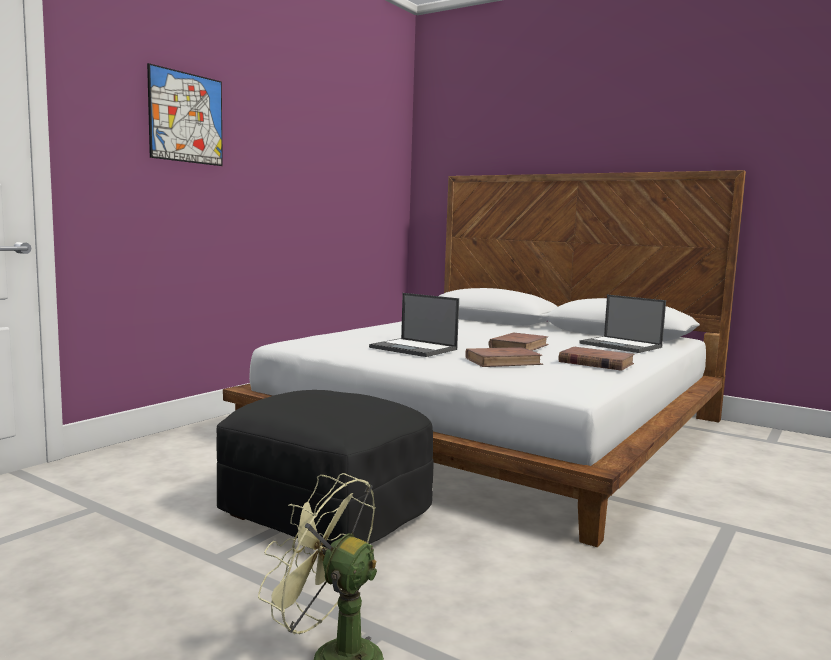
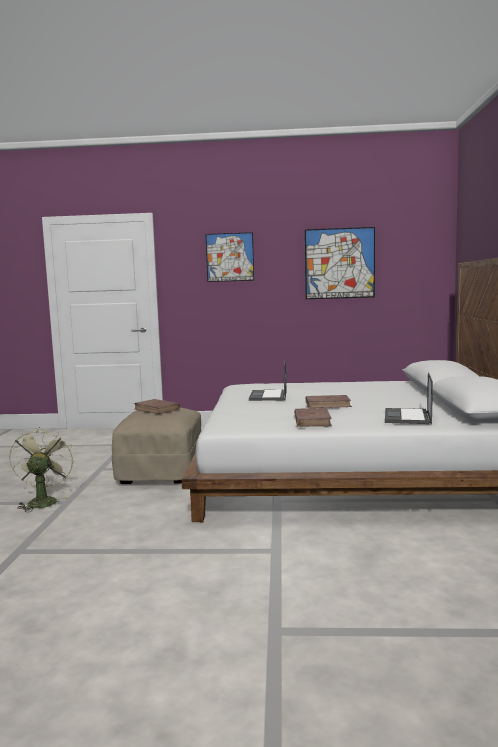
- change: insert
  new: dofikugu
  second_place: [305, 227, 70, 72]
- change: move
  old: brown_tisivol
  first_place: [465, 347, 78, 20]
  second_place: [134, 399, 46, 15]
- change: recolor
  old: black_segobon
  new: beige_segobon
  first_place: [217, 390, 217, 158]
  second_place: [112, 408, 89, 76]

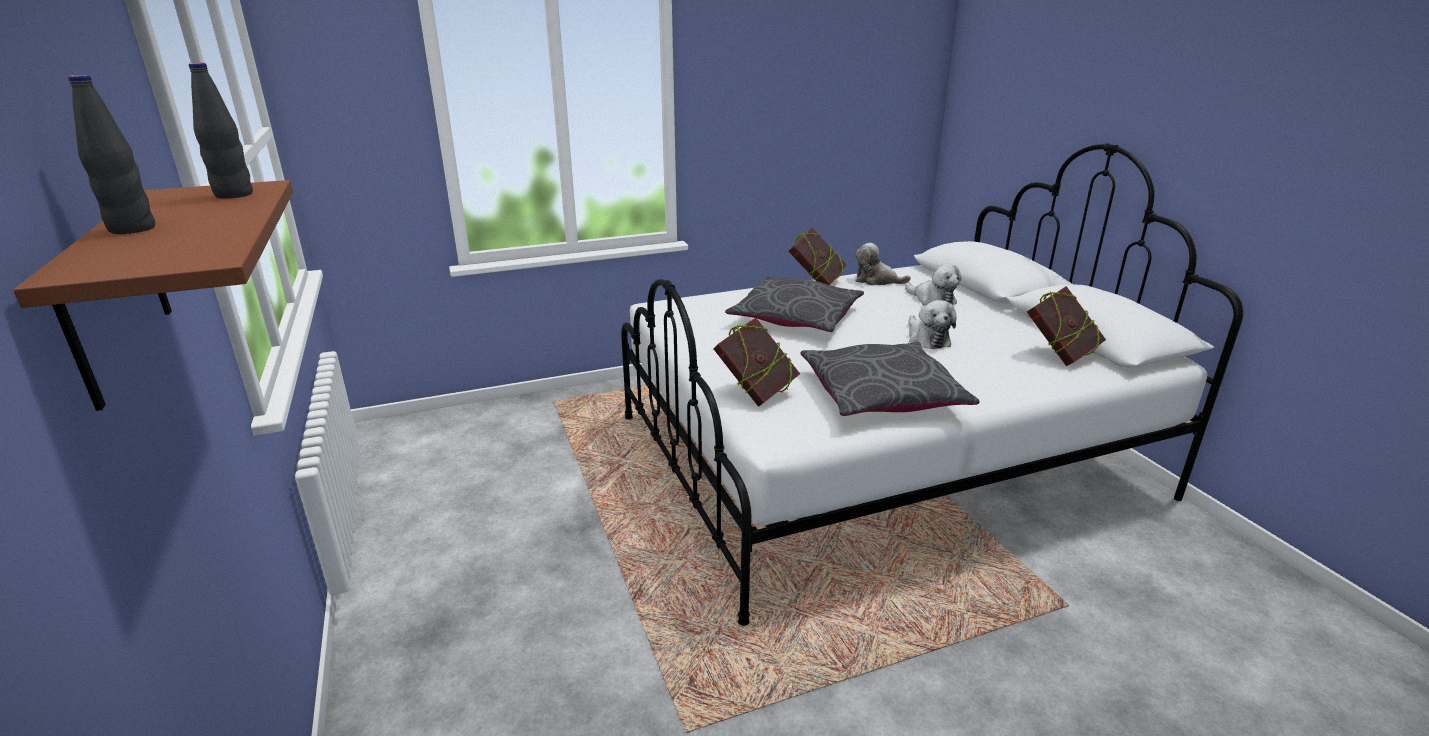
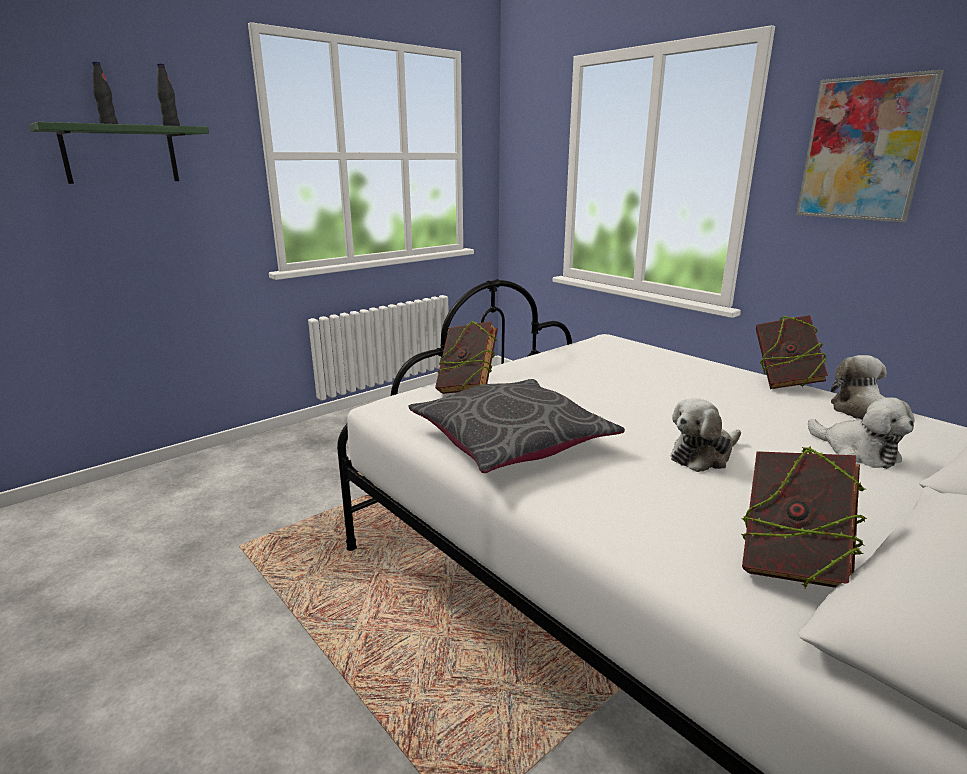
- change: delete
  old: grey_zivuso
  first_place: [725, 276, 139, 56]
- change: insert
  new: dofikugu
  second_place: [796, 70, 148, 153]
- change: recolor
  old: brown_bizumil
  new: green_bizumil
  first_place: [13, 180, 280, 231]
  second_place: [29, 122, 180, 62]
- change: rotate
  old: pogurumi
  first_place: [905, 264, 57, 42]
  second_place: [808, 397, 106, 72]
  degrees: -60

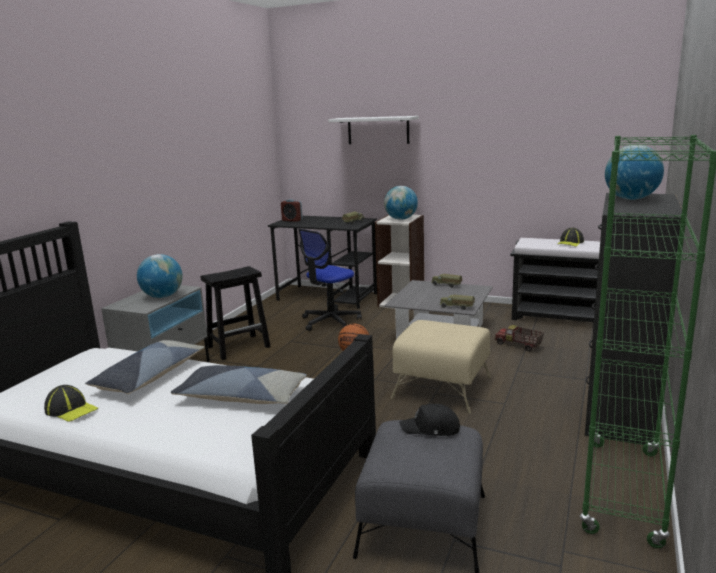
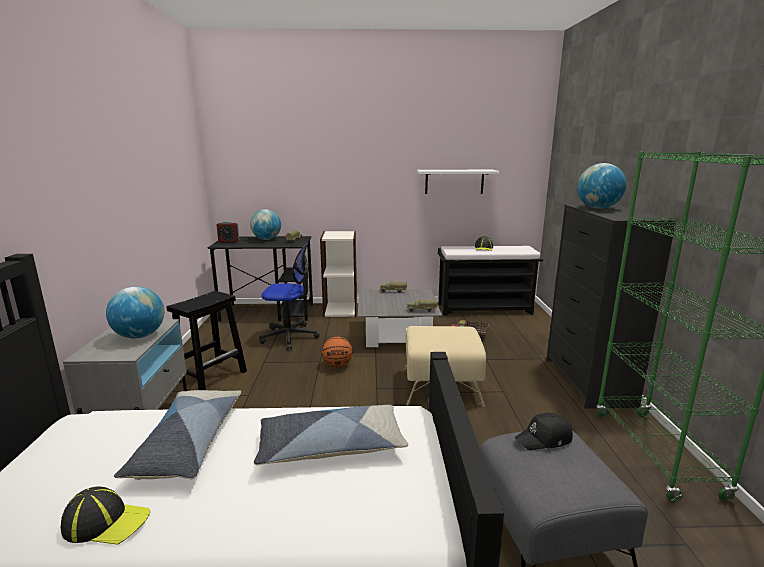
- change: move
  old: white_bizumil
  first_place: [328, 116, 91, 28]
  second_place: [417, 170, 82, 24]
- change: move
  old: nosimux
  first_place: [384, 186, 34, 34]
  second_place: [250, 209, 31, 31]
- change: rotate
  old: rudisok
  first_place: [298, 229, 64, 102]
  second_place: [259, 243, 61, 107]
  degrees: -105

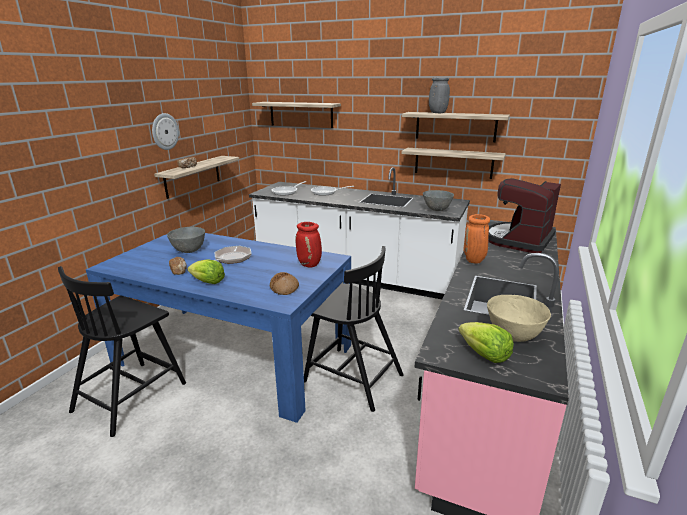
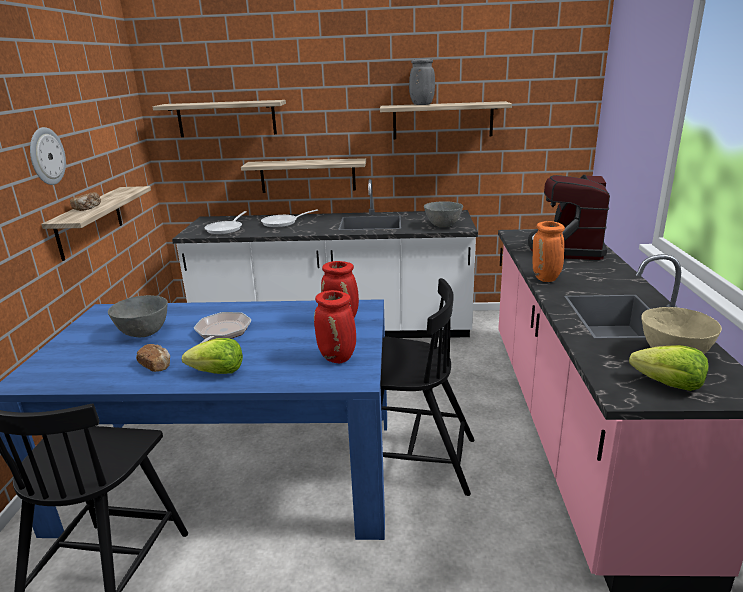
- change: move
  old: bizumil
  first_place: [401, 148, 105, 31]
  second_place: [241, 158, 125, 35]
- change: replace
  old: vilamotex
  new: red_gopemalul
  first_place: [270, 272, 29, 23]
  second_place: [314, 290, 42, 73]

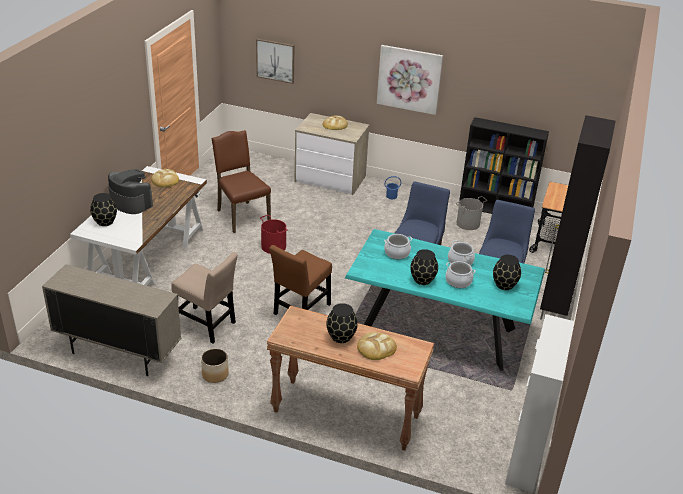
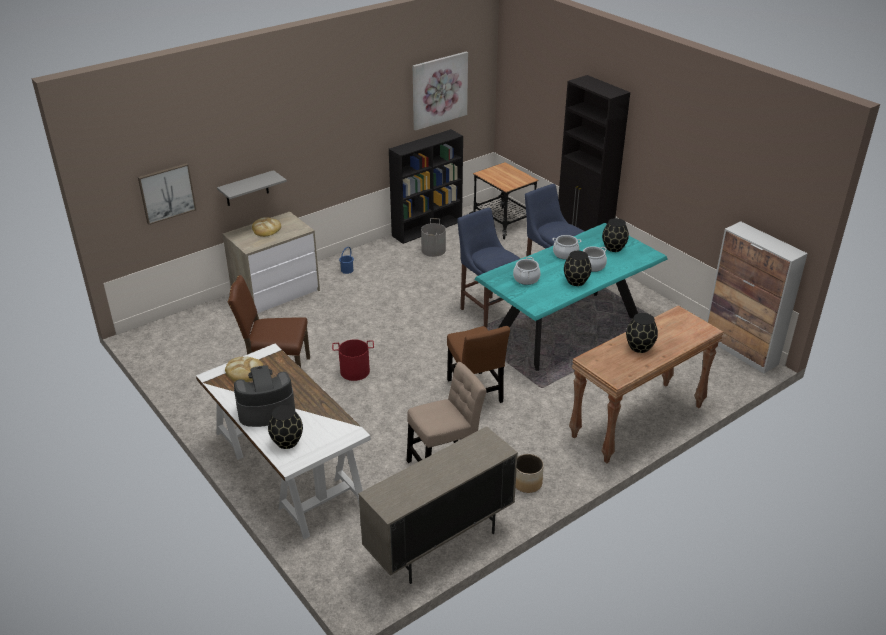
- change: delete
  old: vilamotex
  first_place: [357, 332, 40, 28]
- change: insert
  new: grey_bizumil
  second_place: [217, 170, 70, 36]
- change: move
  old: dofikugu
  first_place: [377, 45, 66, 70]
  second_place: [413, 52, 55, 79]

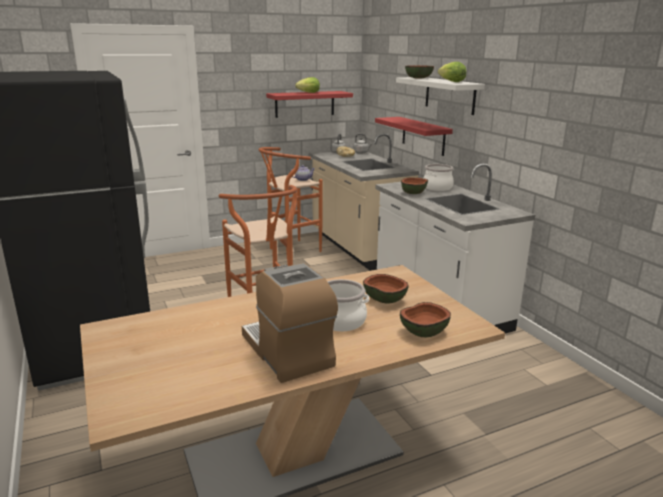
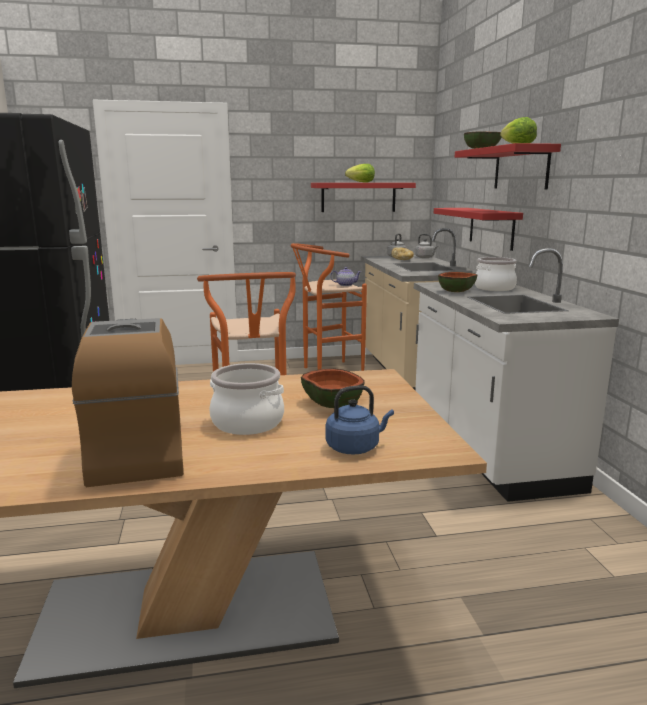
- change: replace
  old: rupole
  new: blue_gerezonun
  first_place: [400, 302, 51, 36]
  second_place: [326, 385, 68, 69]
- change: recolor
  old: white_bizumil
  new: red_bizumil
  first_place: [396, 77, 89, 38]
  second_place: [455, 143, 106, 46]

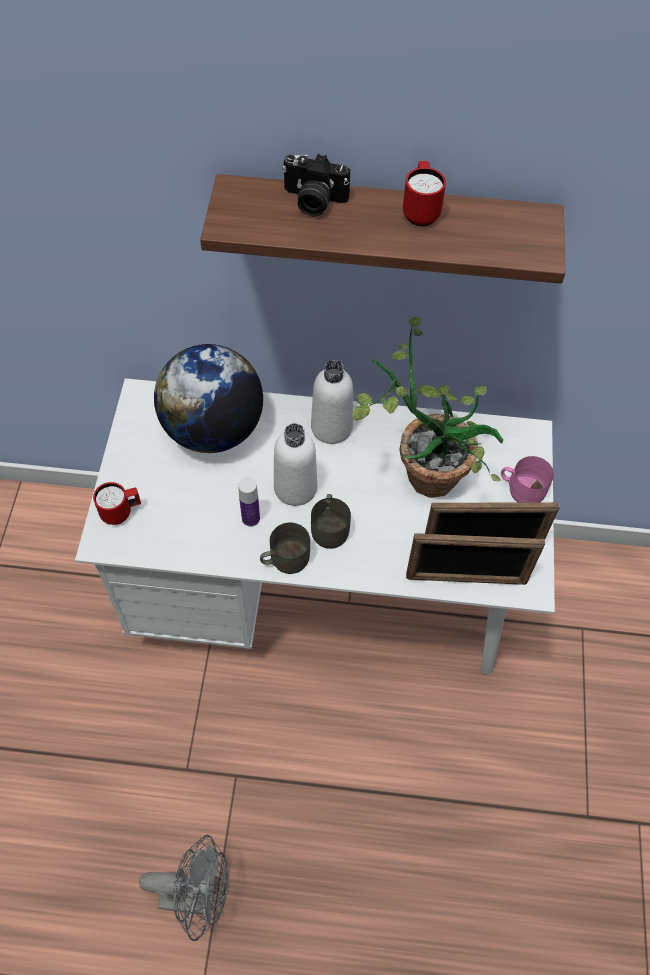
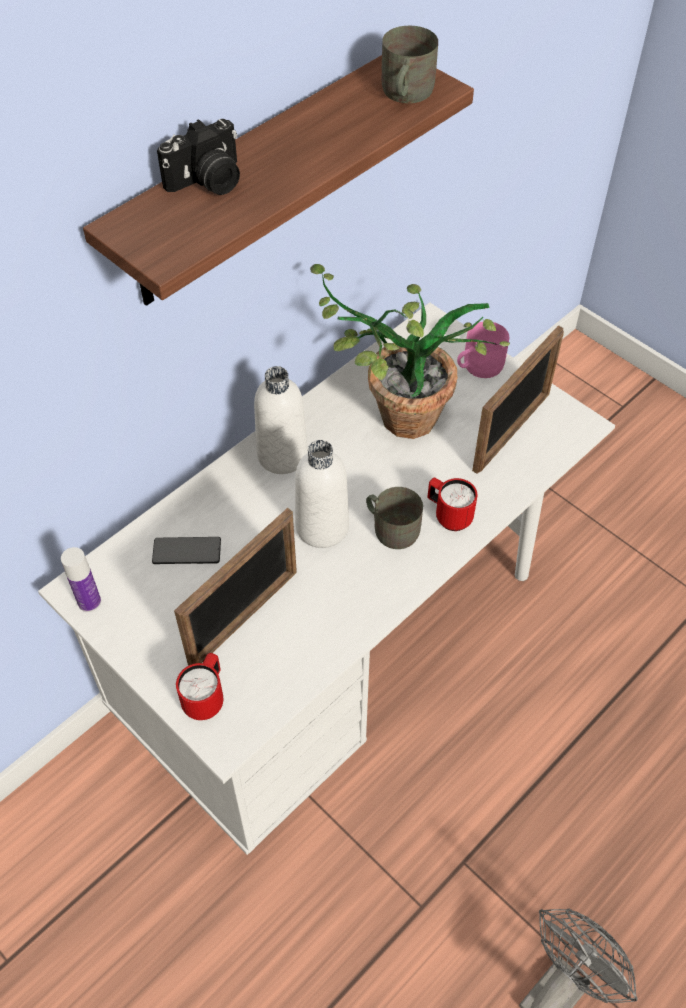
- change: move
  old: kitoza
  first_place: [238, 477, 22, 50]
  second_place: [61, 547, 40, 65]
- change: move
  old: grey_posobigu
  first_place: [260, 523, 50, 51]
  second_place: [382, 26, 56, 77]
- change: move
  old: red_posobigu
  first_place: [403, 161, 43, 65]
  second_place: [427, 478, 51, 53]
- change: move
  old: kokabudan
  first_place: [406, 533, 139, 52]
  second_place: [174, 508, 123, 158]
- change: replace
  old: nosimux
  new: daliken
  first_place: [154, 344, 109, 109]
  second_place: [152, 537, 69, 27]

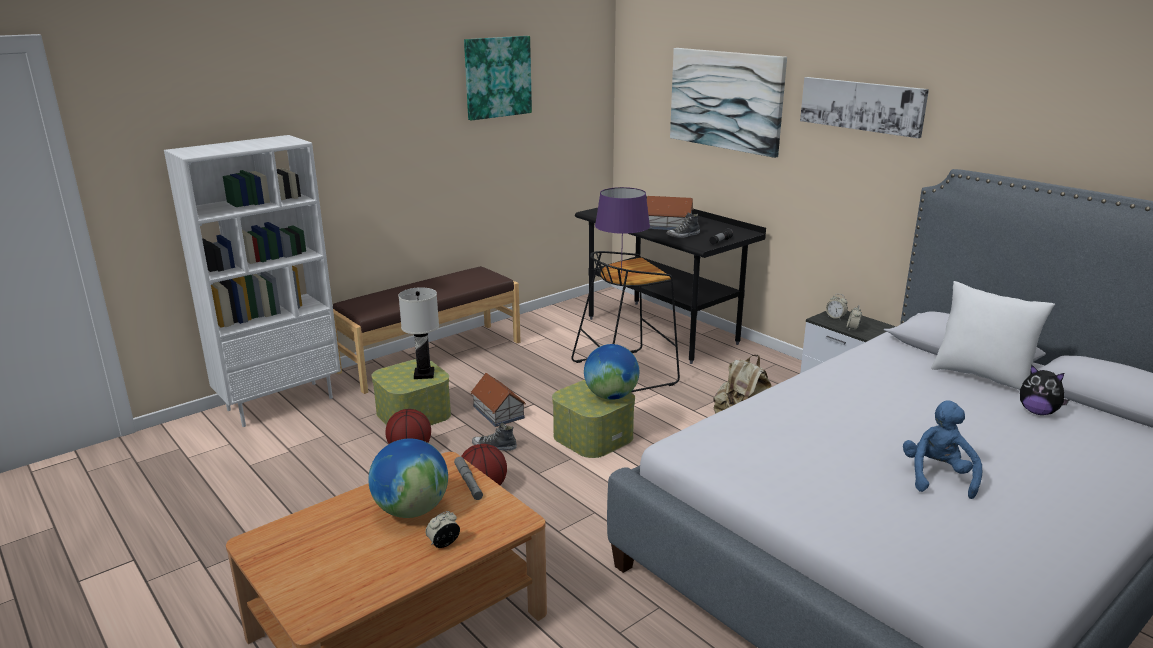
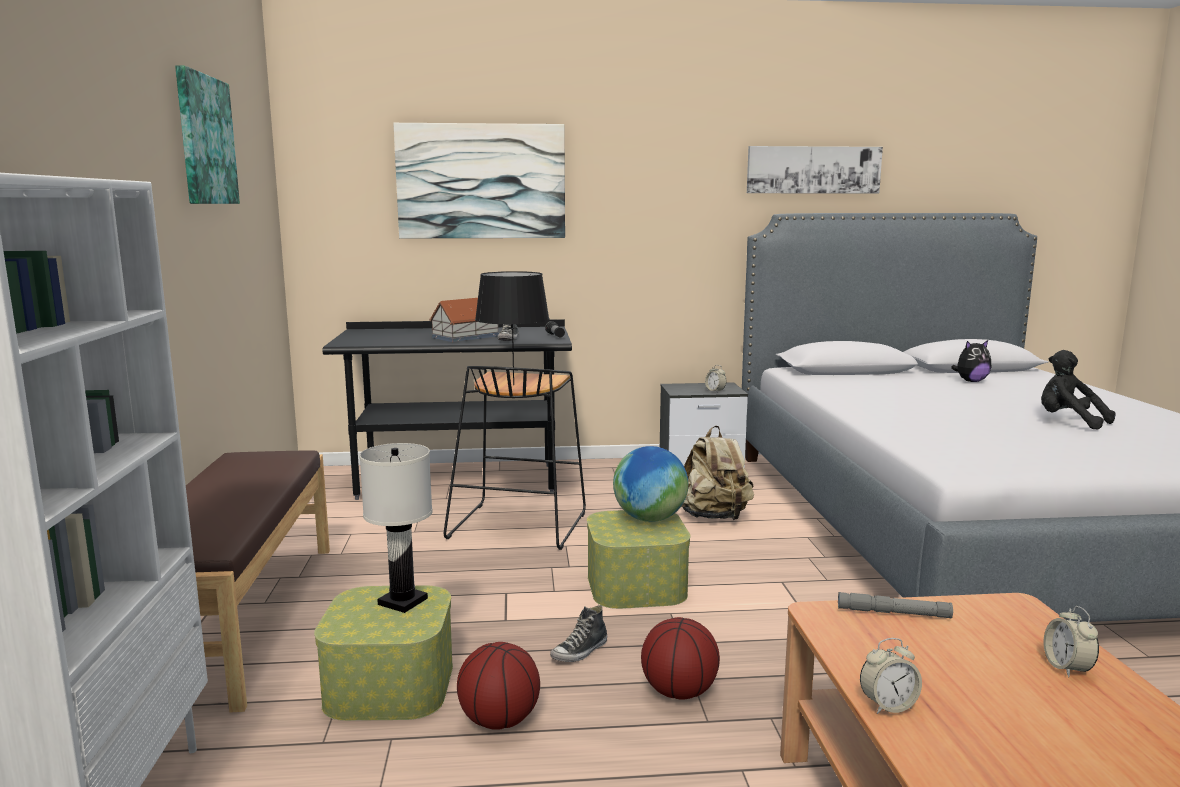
- change: delete
  old: nosimux
  first_place: [368, 438, 80, 80]
- change: delete
  old: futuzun
  first_place: [471, 373, 55, 54]
- change: delete
  old: white_zivuso
  first_place: [931, 281, 124, 109]
- change: move
  old: dofikugu
  first_place: [800, 77, 129, 61]
  second_place: [747, 146, 136, 47]
- change: move
  old: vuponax
  first_place: [826, 294, 22, 26]
  second_place: [860, 638, 62, 76]
- change: recolor
  old: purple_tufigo
  new: black_tufigo
  first_place: [595, 187, 55, 86]
  second_place: [475, 271, 75, 114]
- change: recolor
  old: blue_pogurumi
  new: black_pogurumi
  first_place: [903, 400, 79, 99]
  second_place: [1041, 350, 75, 80]

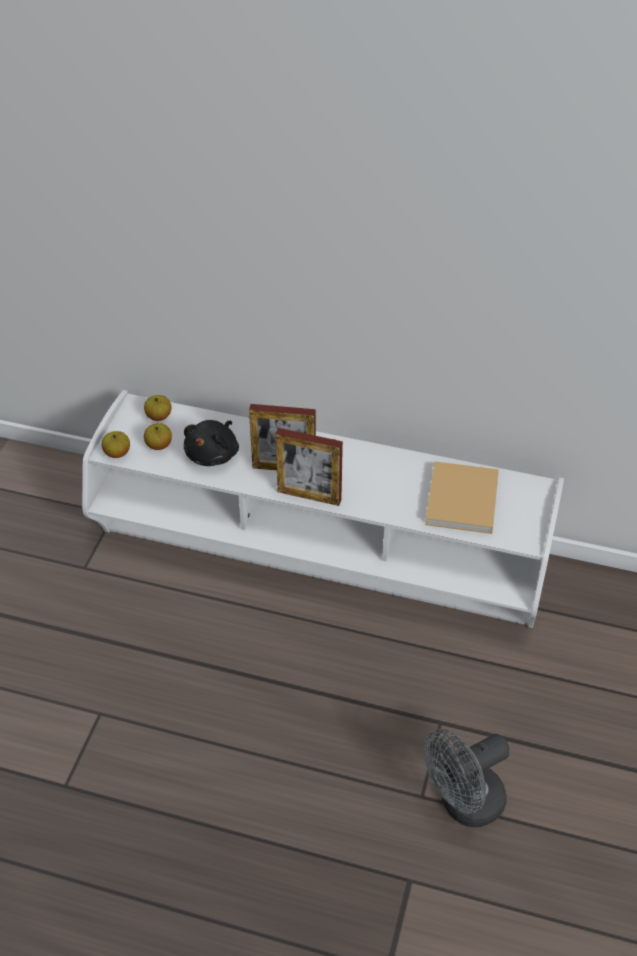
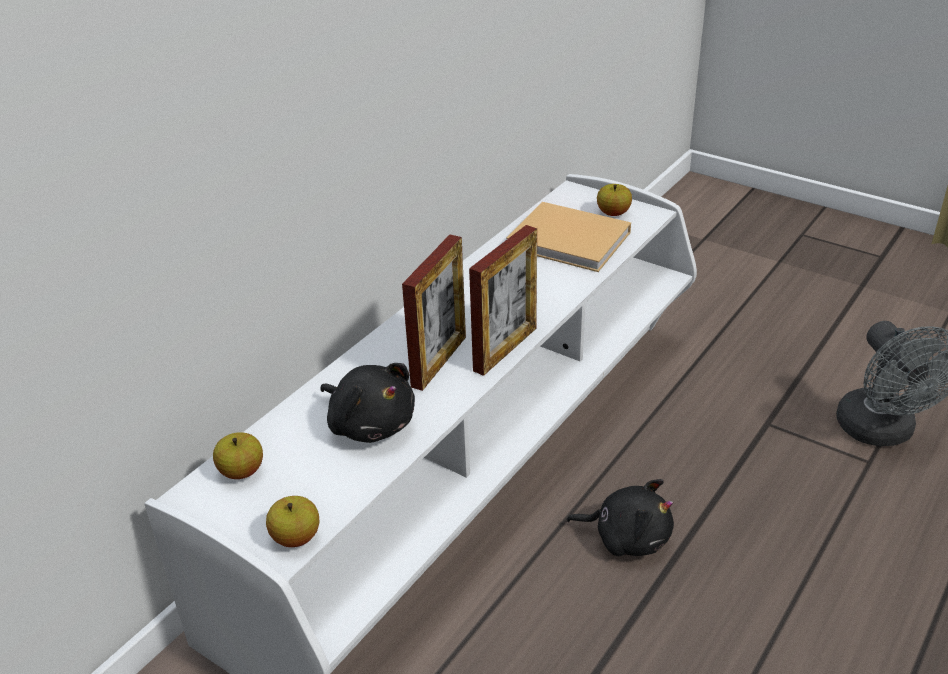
- change: insert
  new: black_pogurumi
  second_place: [566, 479, 108, 77]
- change: move
  old: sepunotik
  first_place: [144, 423, 28, 27]
  second_place: [597, 184, 35, 32]

